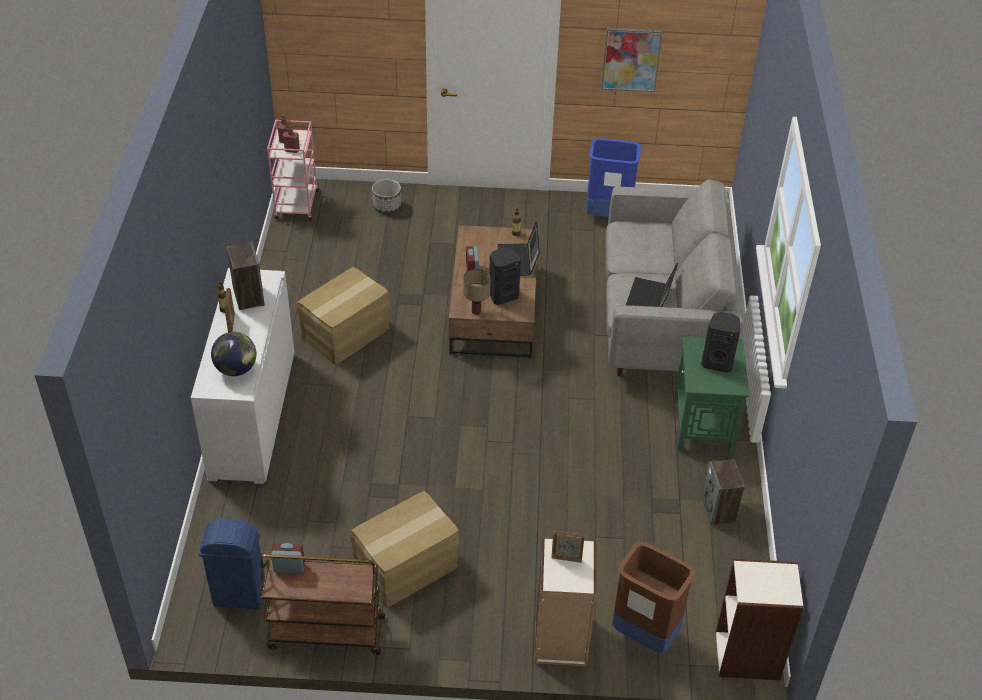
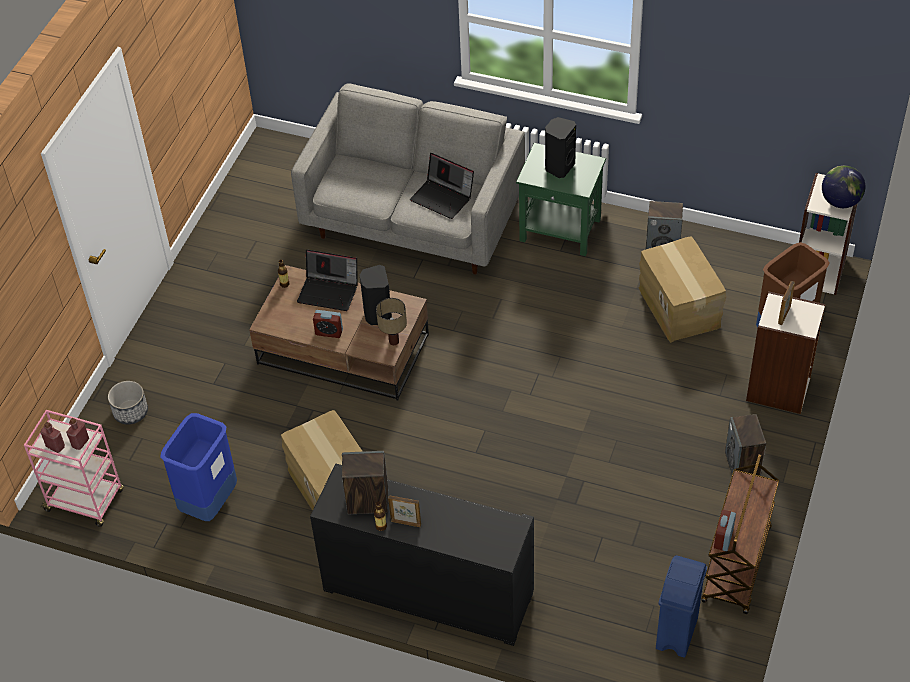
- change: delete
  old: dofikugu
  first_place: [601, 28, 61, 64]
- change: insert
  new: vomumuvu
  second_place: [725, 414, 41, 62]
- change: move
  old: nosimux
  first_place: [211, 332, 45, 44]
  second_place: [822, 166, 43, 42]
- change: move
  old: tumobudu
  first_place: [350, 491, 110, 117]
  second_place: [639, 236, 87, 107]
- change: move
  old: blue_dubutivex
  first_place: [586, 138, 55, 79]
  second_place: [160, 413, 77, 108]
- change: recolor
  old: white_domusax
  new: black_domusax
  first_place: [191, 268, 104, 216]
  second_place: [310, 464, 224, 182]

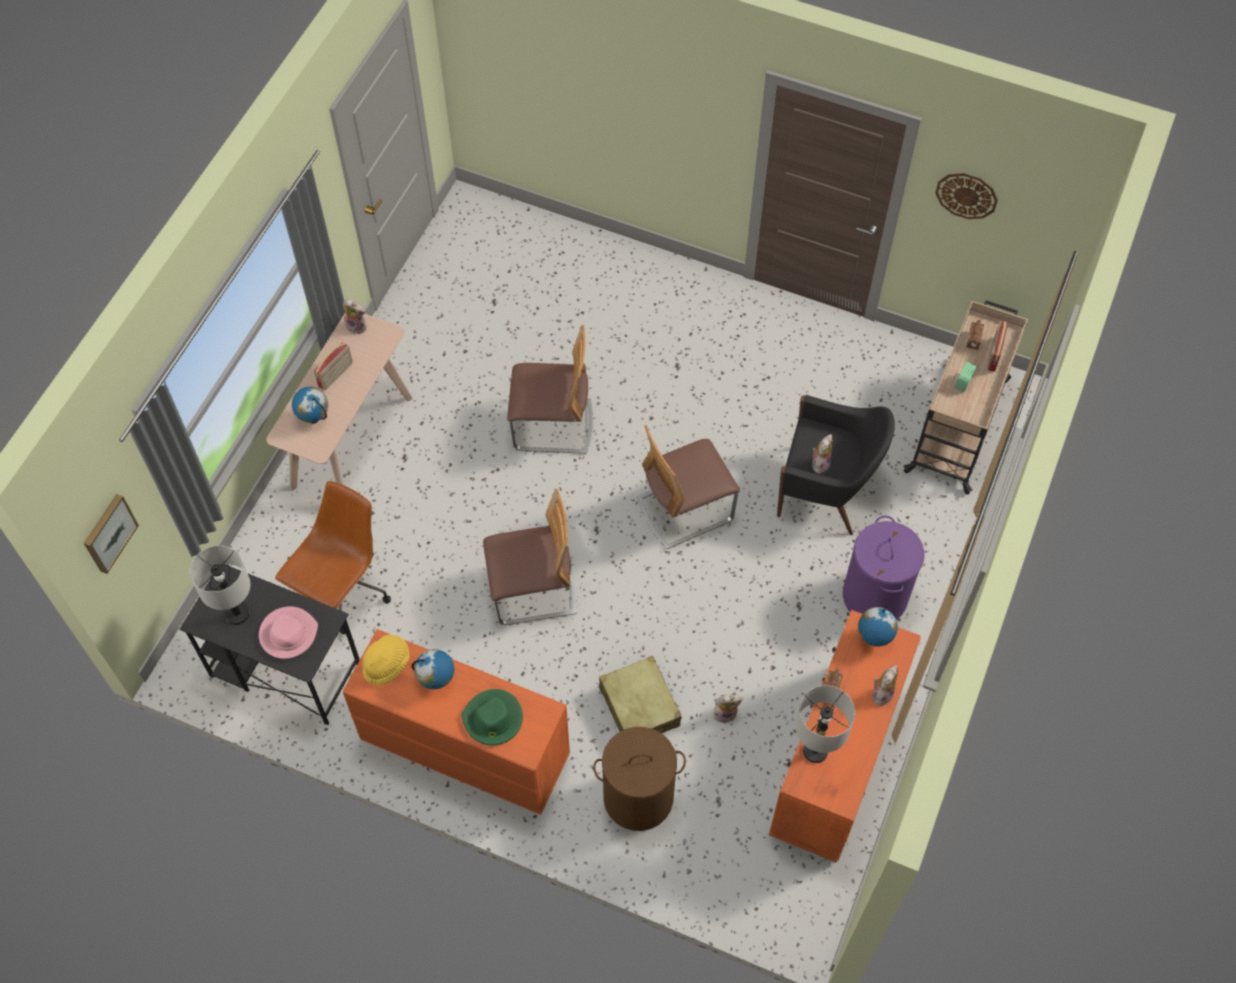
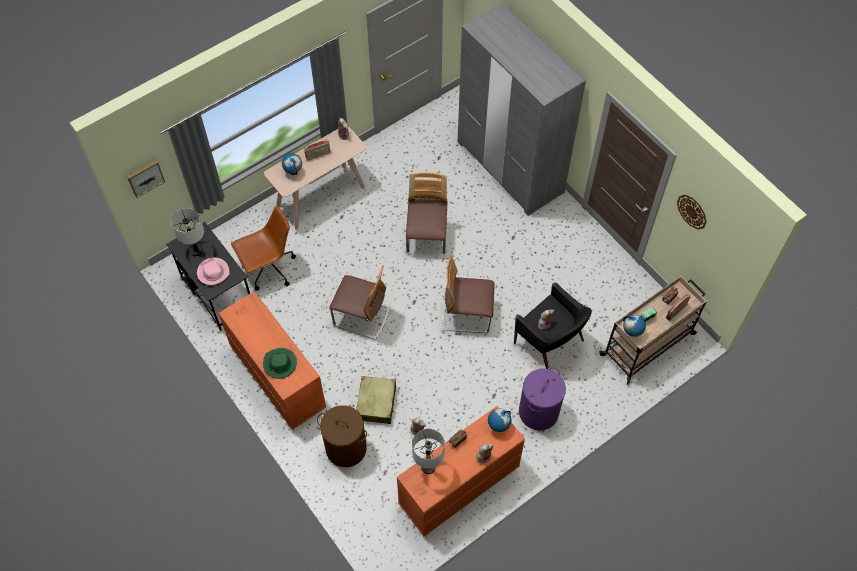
- change: delete
  old: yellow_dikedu
  first_place: [362, 635, 48, 50]
- change: insert
  new: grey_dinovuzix
  second_place: [458, 3, 128, 213]
- change: move
  old: nosimux
  first_place: [412, 649, 42, 40]
  second_place: [623, 314, 23, 23]
- change: rotate
  old: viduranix
  first_place: [507, 325, 86, 129]
  second_place: [406, 172, 42, 82]
  degrees: -120

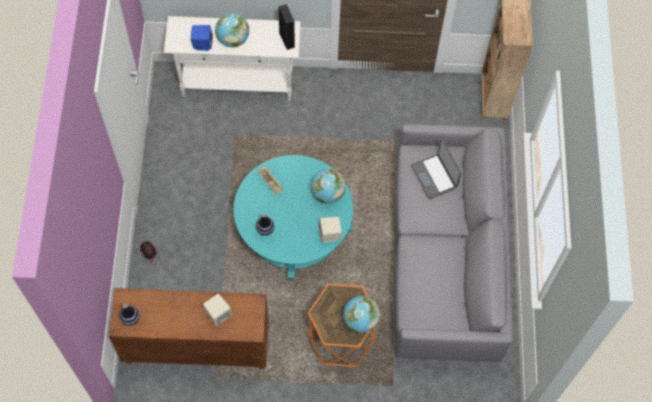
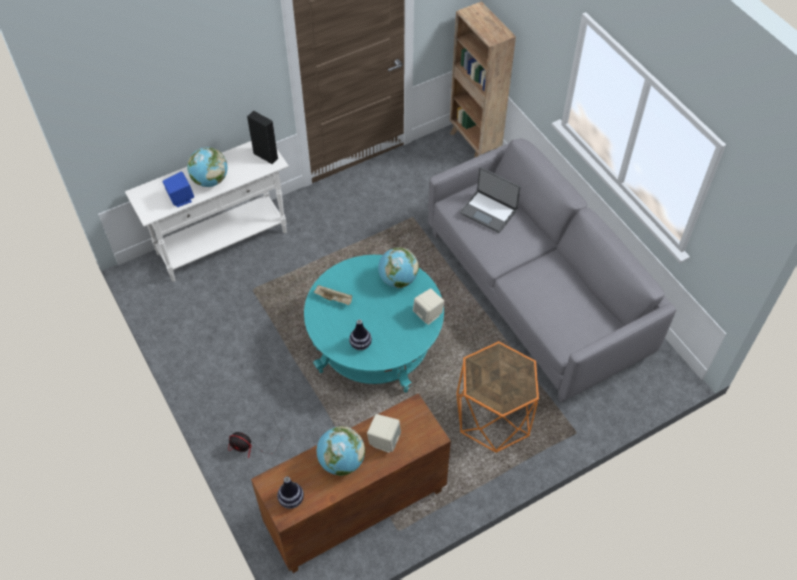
- change: move
  old: nosimux
  first_place: [343, 296, 37, 37]
  second_place: [317, 426, 48, 50]

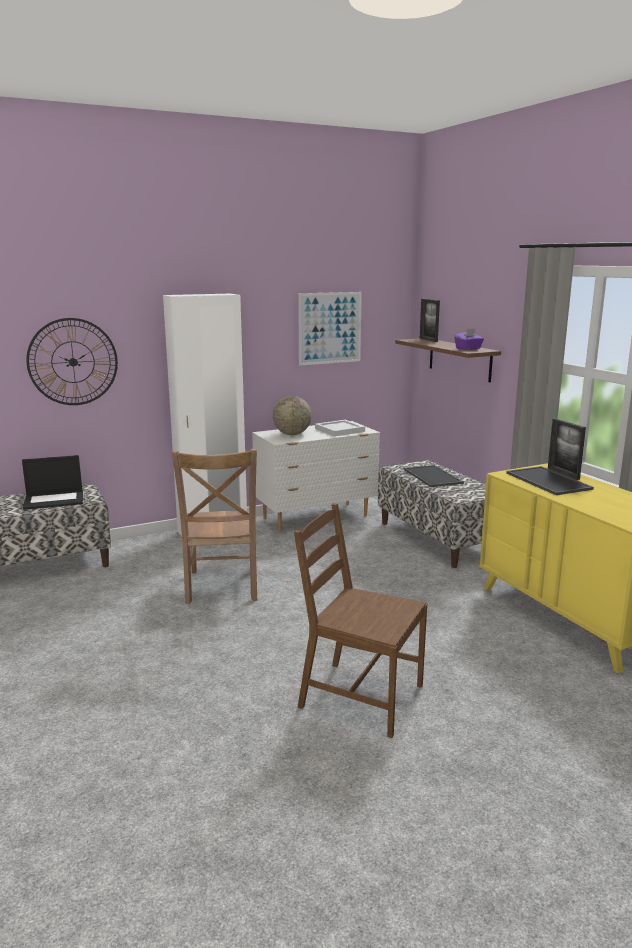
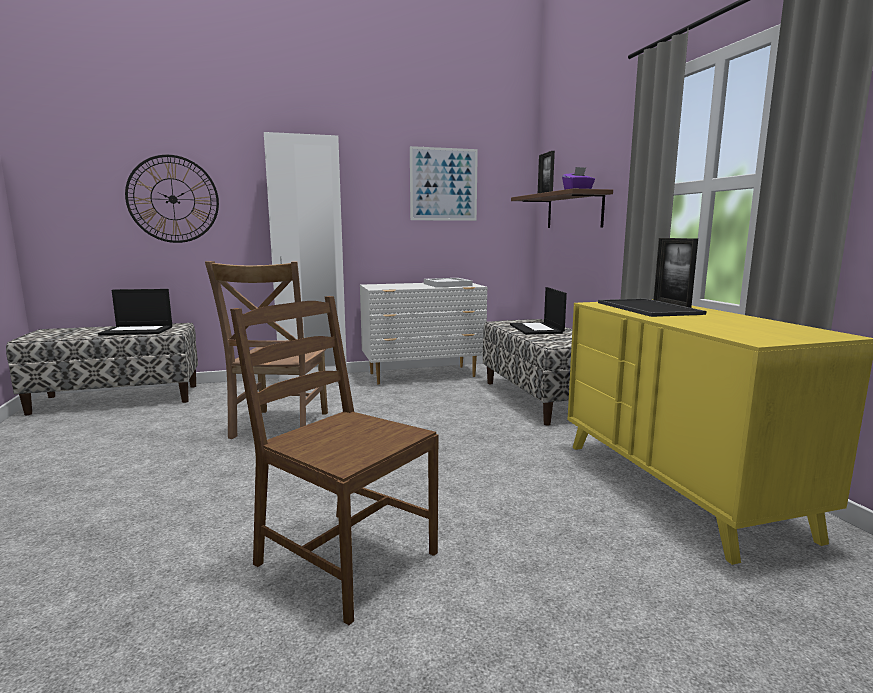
- change: delete
  old: nosimux
  first_place: [273, 396, 39, 39]
- change: replace
  old: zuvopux
  new: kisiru
  first_place: [404, 465, 60, 22]
  second_place: [510, 287, 57, 48]

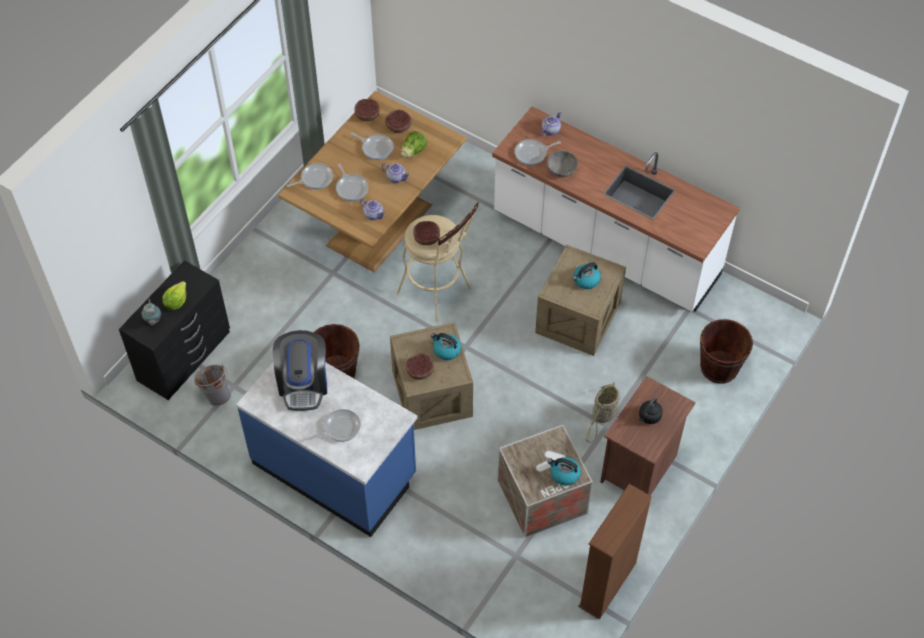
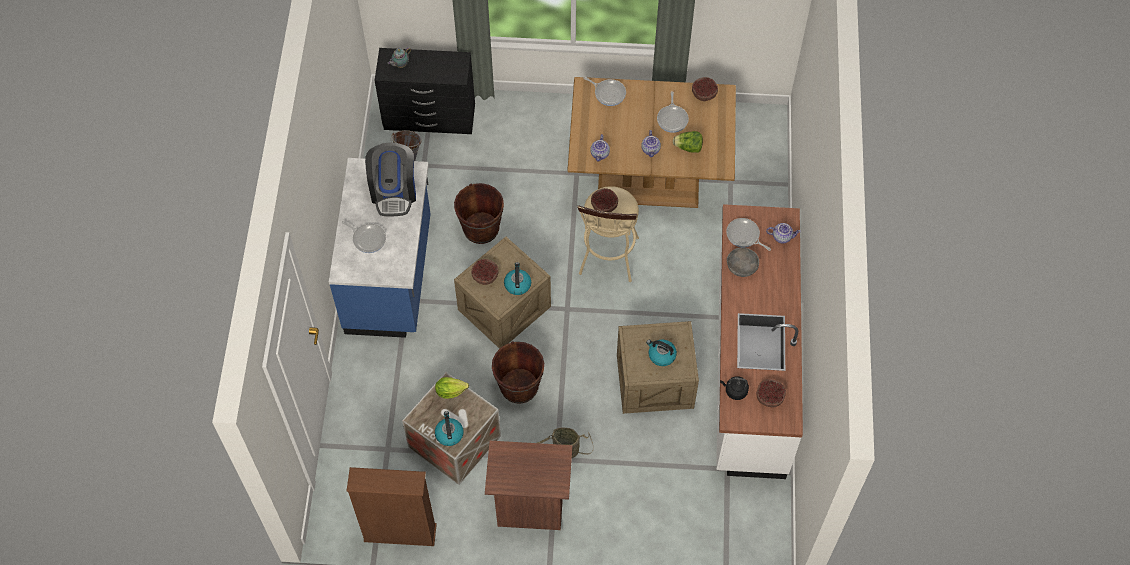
- change: delete
  old: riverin
  first_place: [336, 163, 32, 38]
- change: move
  old: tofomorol
  first_place: [162, 281, 24, 29]
  second_place: [435, 377, 34, 22]
- change: move
  old: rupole
  first_place: [385, 110, 27, 23]
  second_place: [757, 379, 29, 28]
- change: move
  old: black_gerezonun
  first_place: [639, 397, 24, 27]
  second_place: [720, 376, 29, 24]
- change: move
  old: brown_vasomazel
  first_place: [700, 319, 53, 65]
  second_place: [492, 341, 52, 63]
- change: rotate
  old: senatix
  first_place: [273, 330, 54, 81]
  second_place: [365, 142, 51, 75]
  degrees: -60

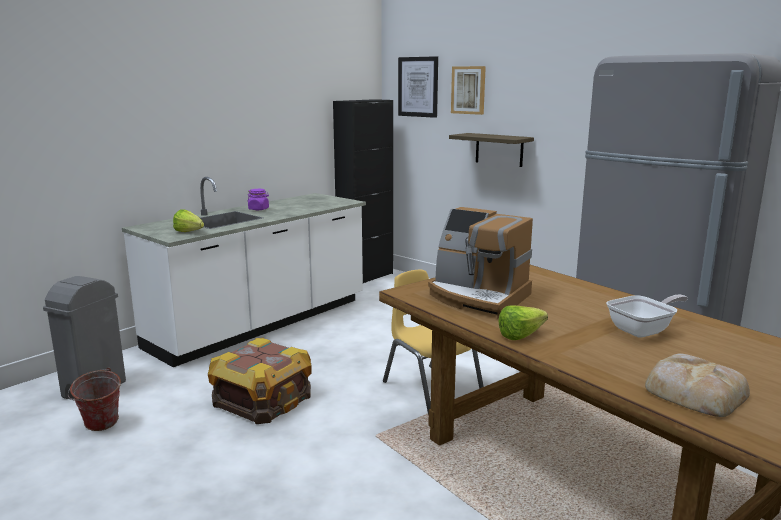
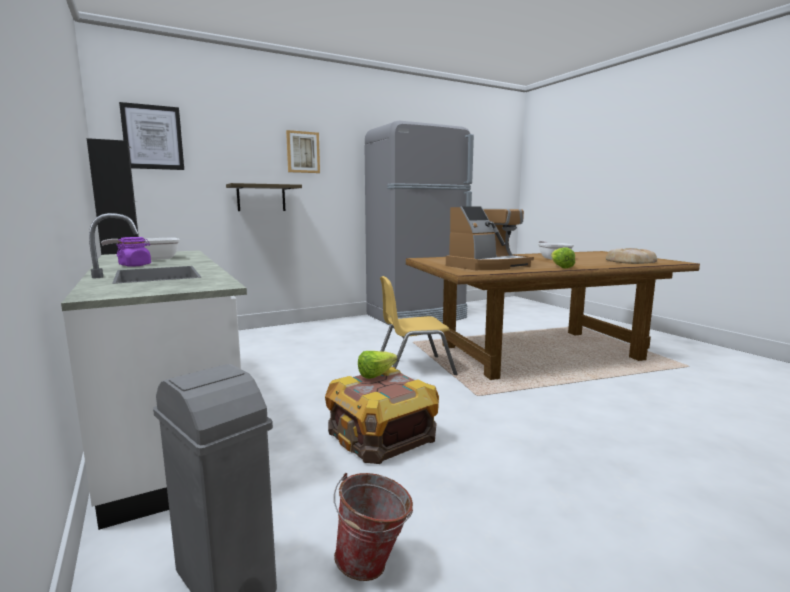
- change: insert
  new: riverin
  second_place: [101, 238, 79, 22]
- change: move
  old: tofomorol
  first_place: [173, 210, 31, 22]
  second_place: [358, 351, 39, 28]
- change: move
  old: dofikugu
  first_place: [451, 66, 35, 49]
  second_place: [286, 130, 34, 43]

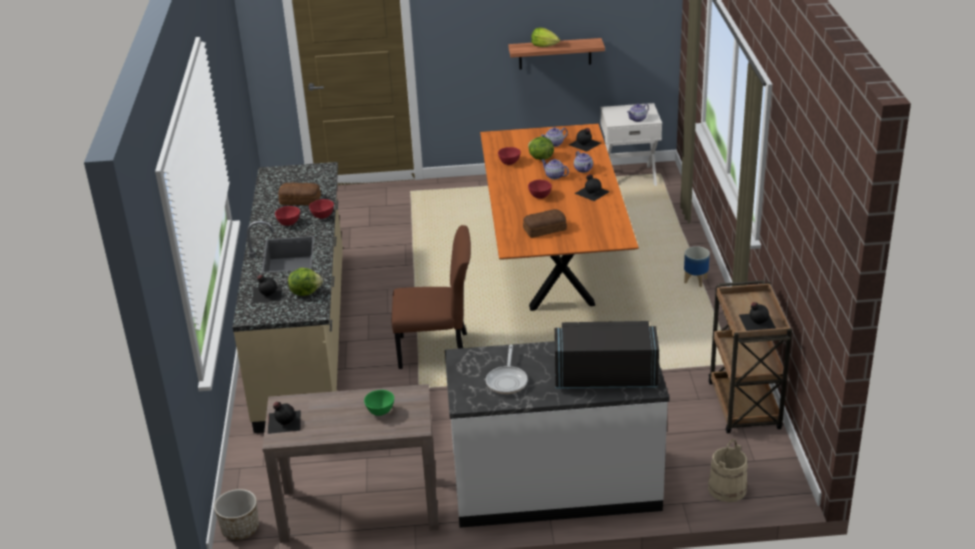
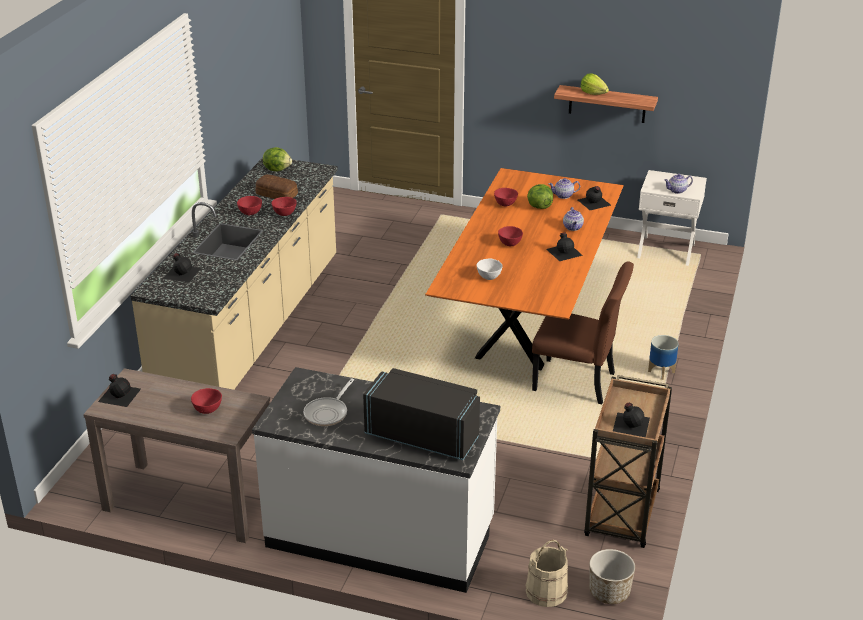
- change: delete
  old: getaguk
  first_place: [541, 159, 28, 20]
- change: move
  old: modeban
  first_place: [214, 489, 45, 51]
  second_place: [589, 549, 46, 55]
- change: move
  old: tofomorol
  first_place: [288, 268, 35, 28]
  second_place: [263, 147, 29, 24]
- change: move
  old: brown_viduranix
  first_place: [392, 225, 79, 144]
  second_place: [532, 261, 102, 143]
- change: replace
  old: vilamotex
  new: white_rupole
  first_place: [523, 209, 44, 29]
  second_place: [477, 259, 25, 21]
- change: recolor
  old: green_rupole
  new: red_rupole
  first_place: [364, 390, 30, 26]
  second_place: [191, 388, 31, 26]

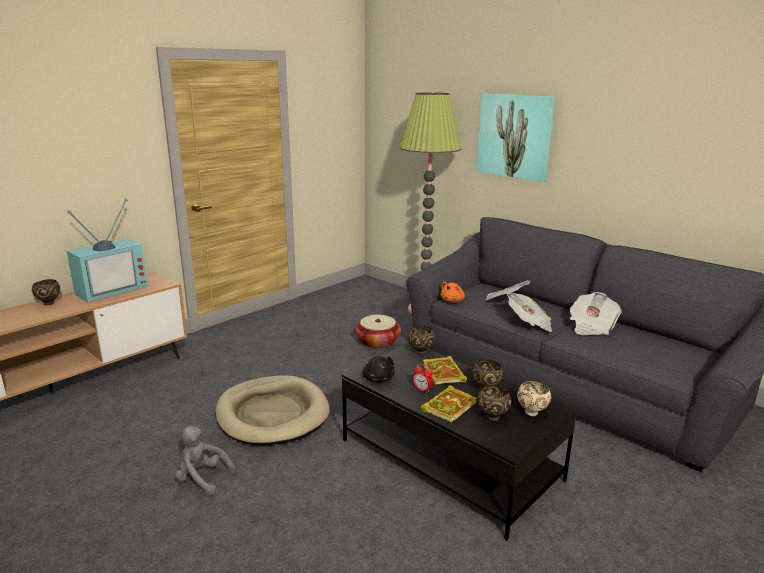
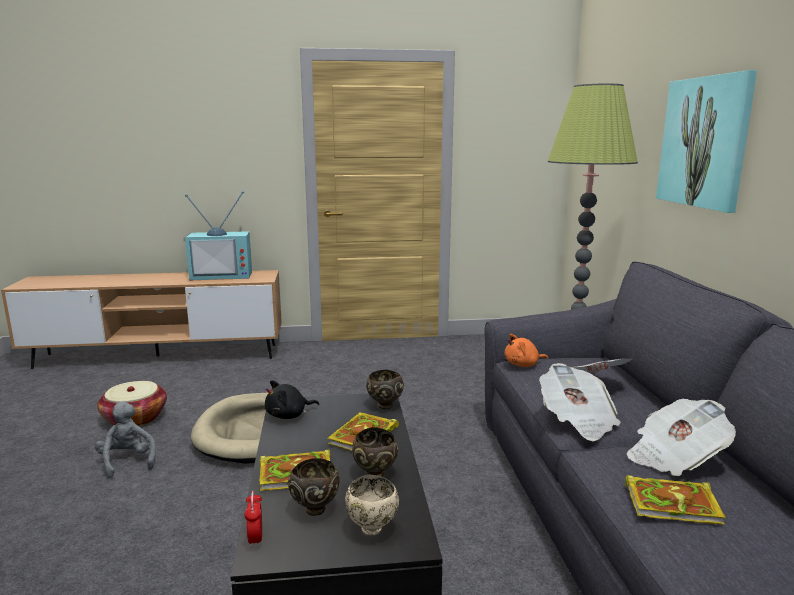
- change: delete
  old: brown_rupole
  first_place: [32, 279, 28, 26]
- change: insert
  new: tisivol
  second_place: [625, 475, 101, 50]
- change: move
  old: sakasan
  first_place: [355, 315, 46, 34]
  second_place: [97, 381, 70, 45]
- change: move
  old: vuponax
  first_place: [412, 364, 21, 29]
  second_place: [244, 491, 18, 57]
- change: rotate
  old: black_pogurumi
  first_place: [362, 356, 33, 27]
  second_place: [265, 380, 54, 39]
  degrees: 45

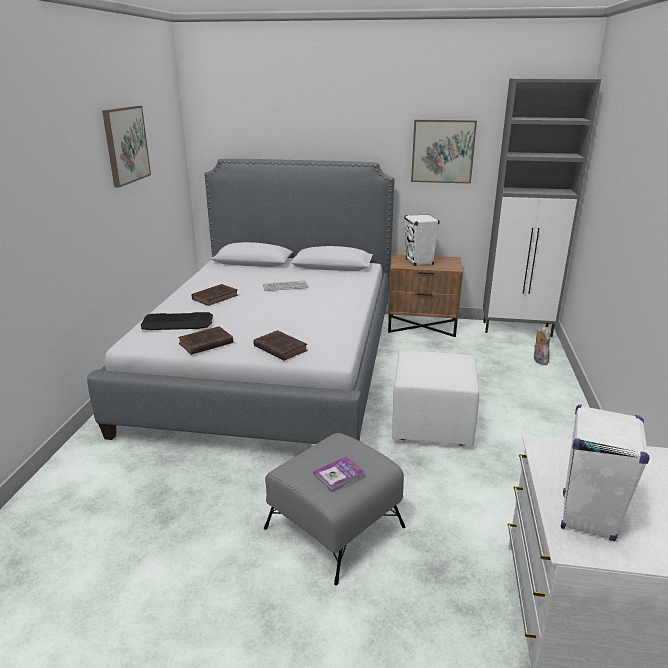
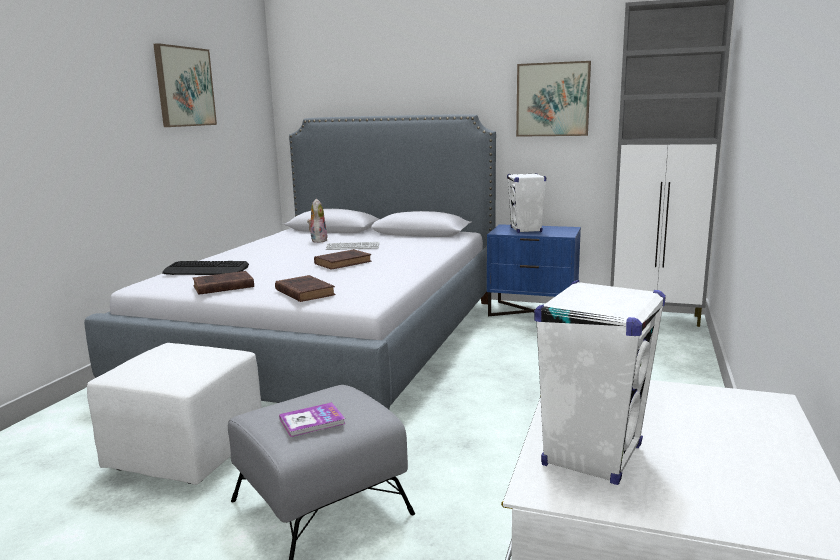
- change: move
  old: brown_tisivol
  first_place: [192, 284, 46, 22]
  second_place: [314, 249, 58, 21]
- change: move
  old: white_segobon
  first_place: [392, 350, 87, 96]
  second_place: [87, 343, 175, 142]
- change: move
  old: pogurumi
  first_place: [534, 327, 16, 38]
  second_place: [307, 199, 21, 44]
- change: recolor
  old: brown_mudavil
  new: blue_mudavil
  first_place: [388, 254, 75, 83]
  second_place: [487, 224, 94, 92]

